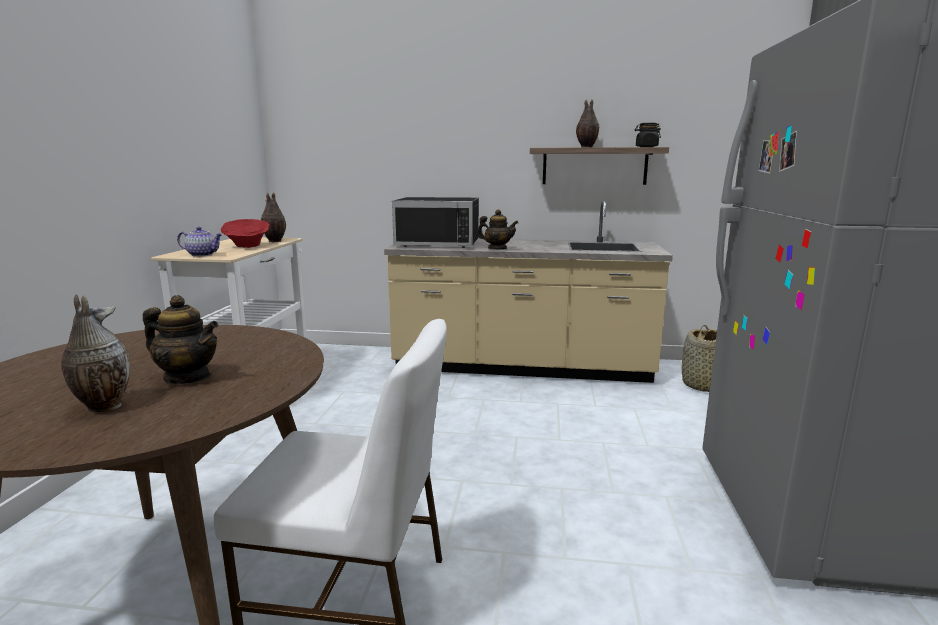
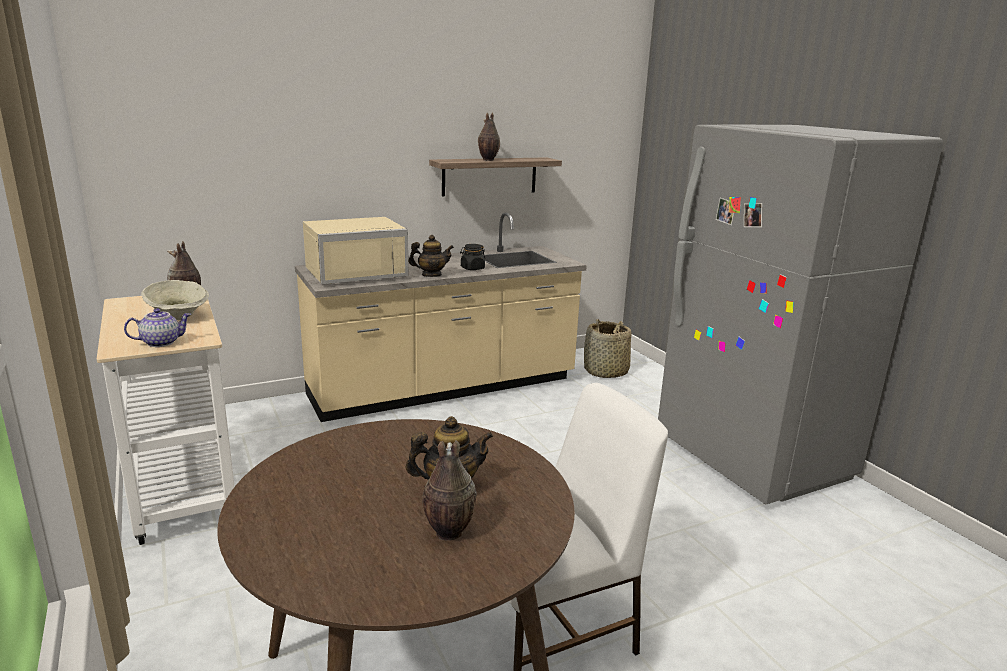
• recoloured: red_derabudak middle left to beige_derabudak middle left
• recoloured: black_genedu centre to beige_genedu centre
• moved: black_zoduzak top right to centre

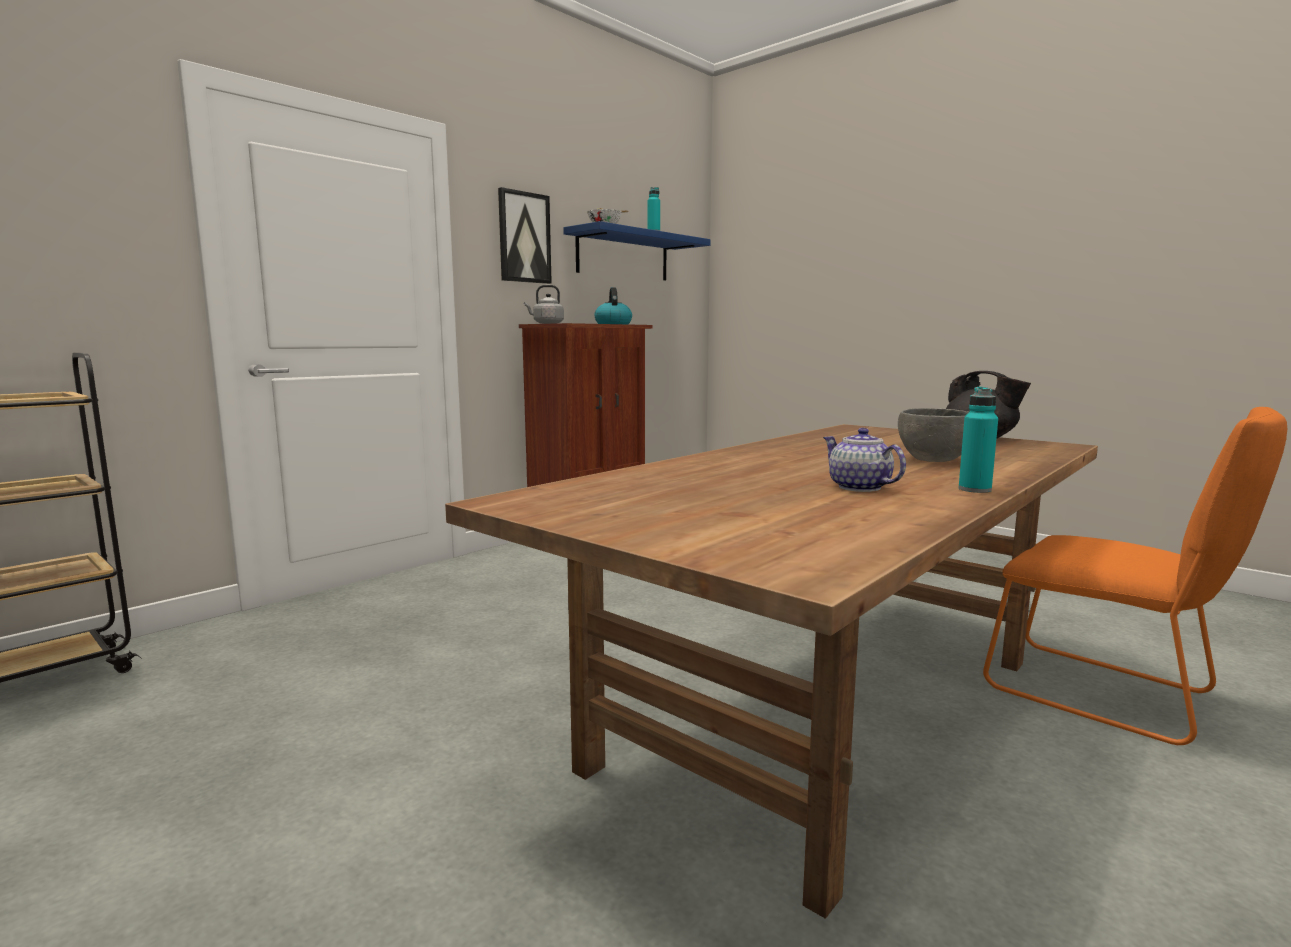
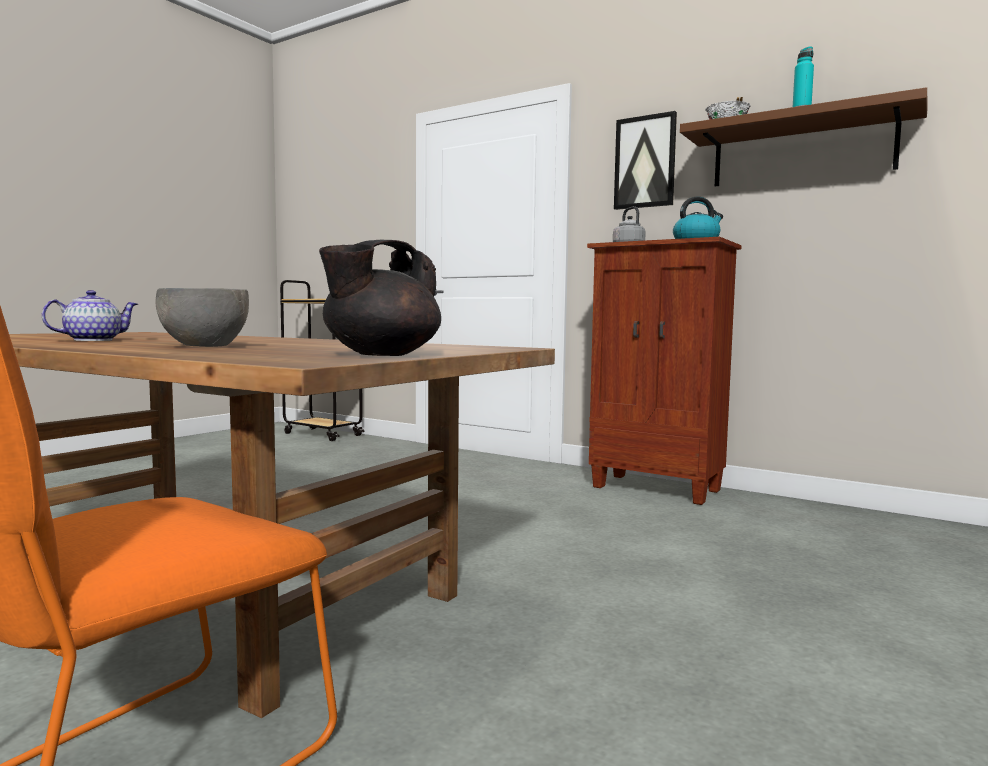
• recoloured: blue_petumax top centre to brown_petumax top right
• removed: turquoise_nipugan (2nd from left) middle right

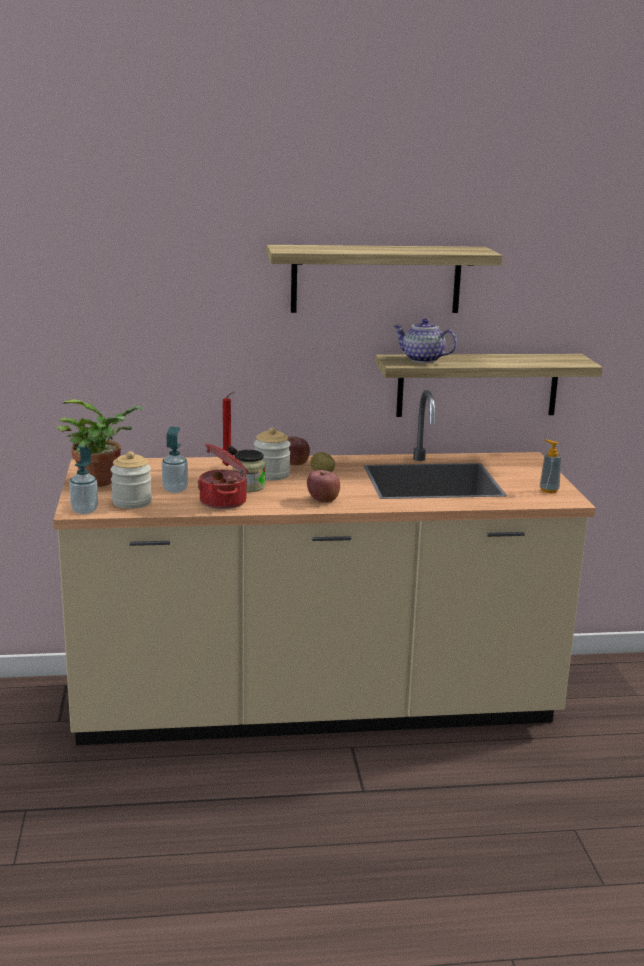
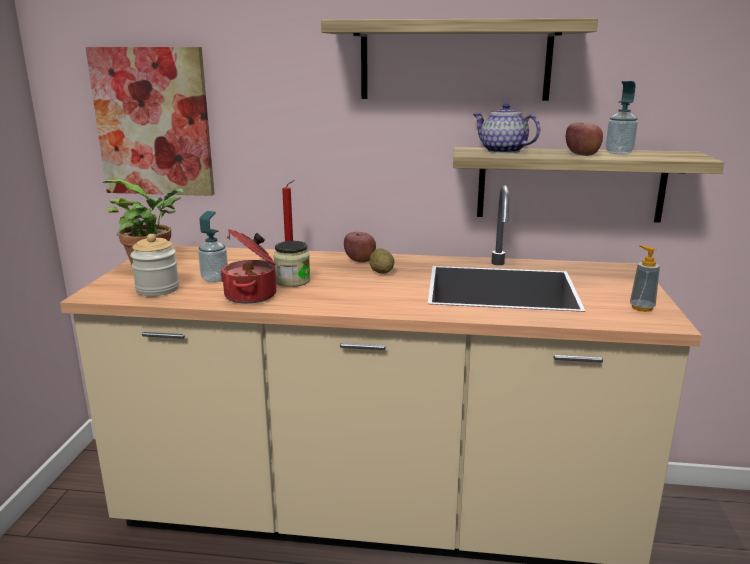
• added: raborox top left
• moved: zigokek (2nd from left) centre to top right
• moved: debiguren (1st from left in the first image) middle left to debiguren (2nd from left) top right
• removed: zoduzak (3rd from left) centre

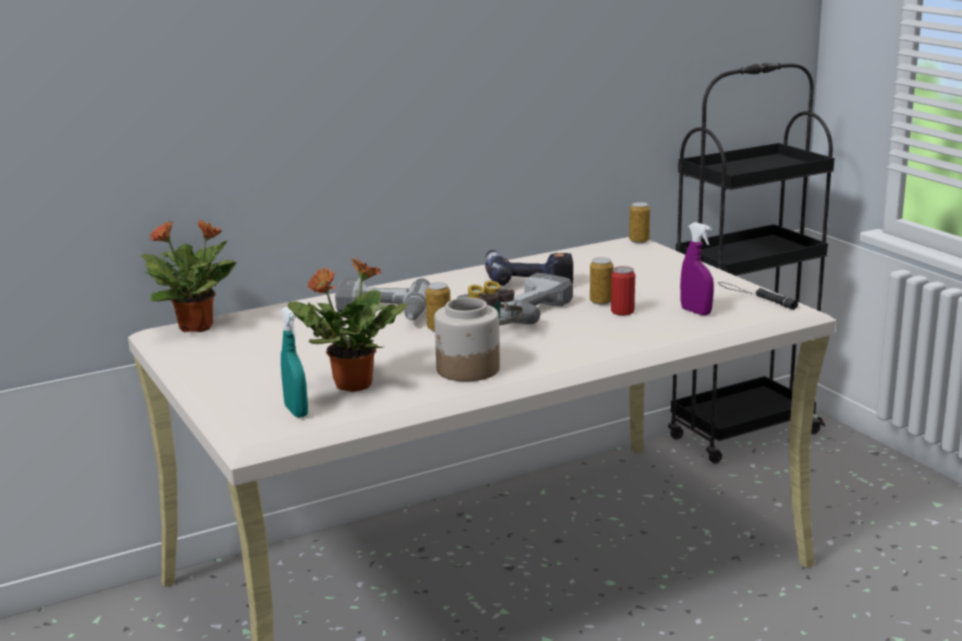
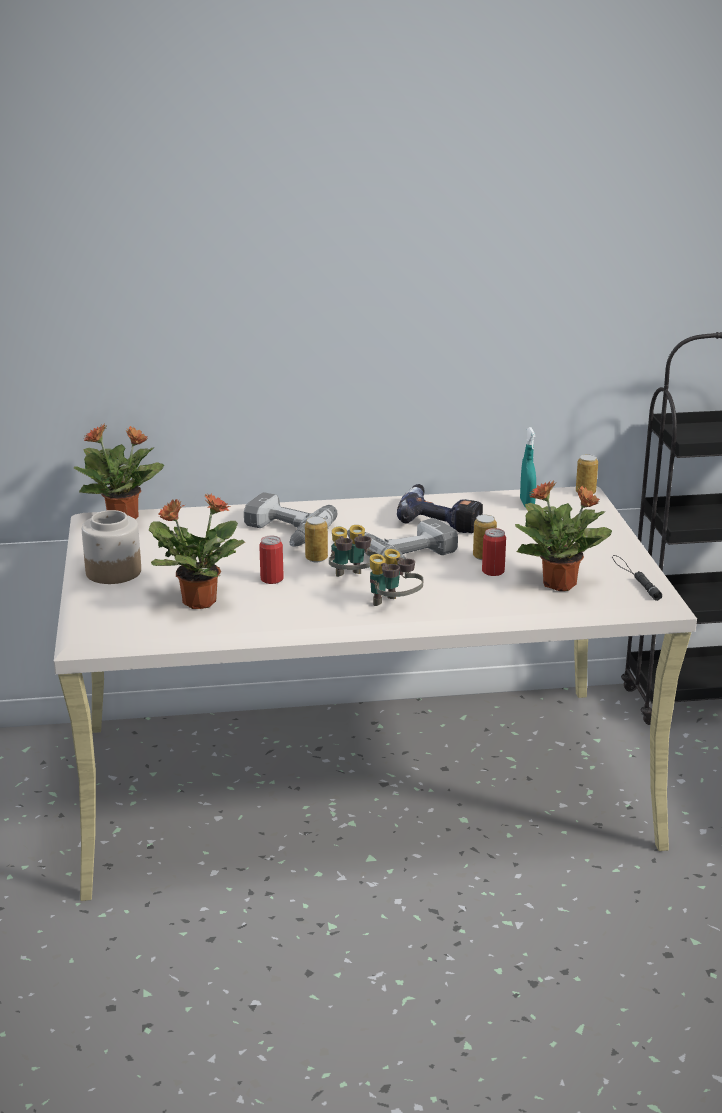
• moved: zoduzak centre to middle left
• added: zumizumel (1st from left) centre
• added: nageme (2nd from left) centre
• replaced: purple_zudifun middle right to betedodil (3rd from left) middle right
• moved: turquoise_zudifun middle left to middle right

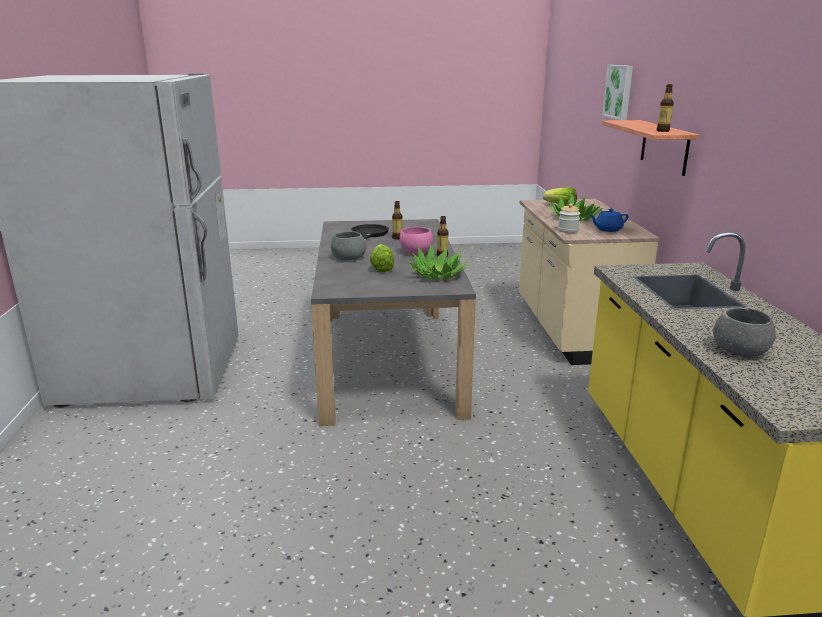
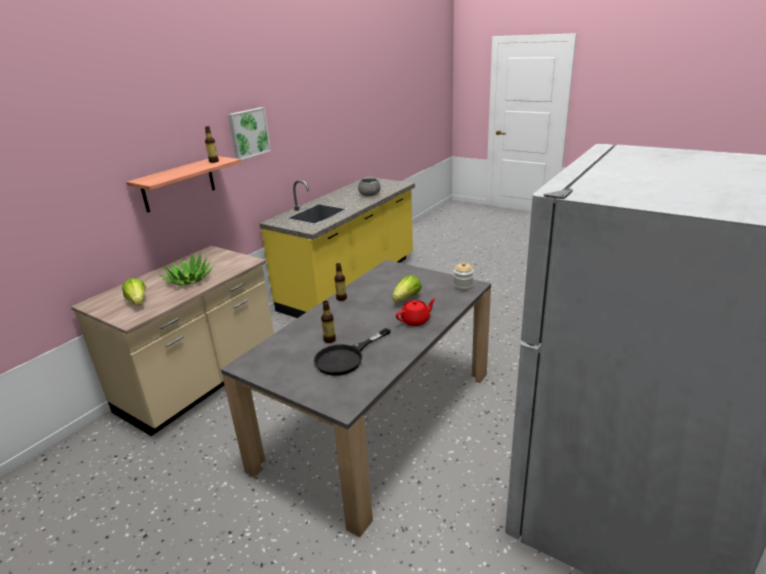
• moved: raborox top right to top left
• replaced: grey_derabudak (1st from left) centre to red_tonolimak centre
• moved: zoduzak middle right to centre
• removed: pink_derabudak centre
• removed: betedodil (1st from left) centre
• removed: blue_tonolimak middle right

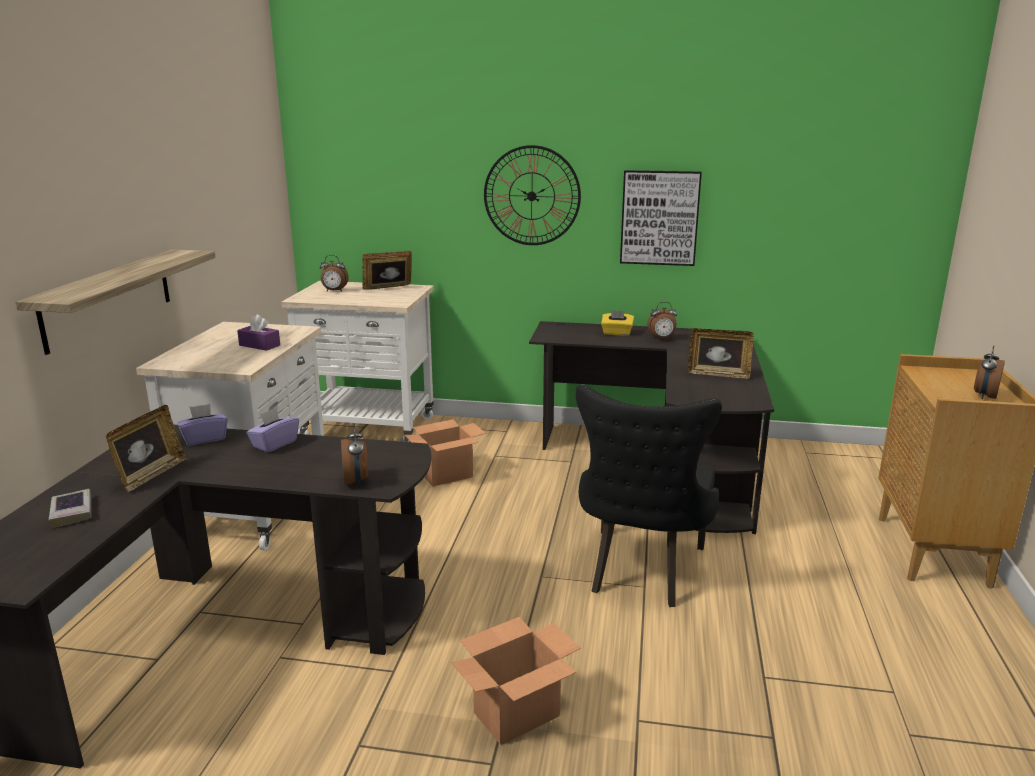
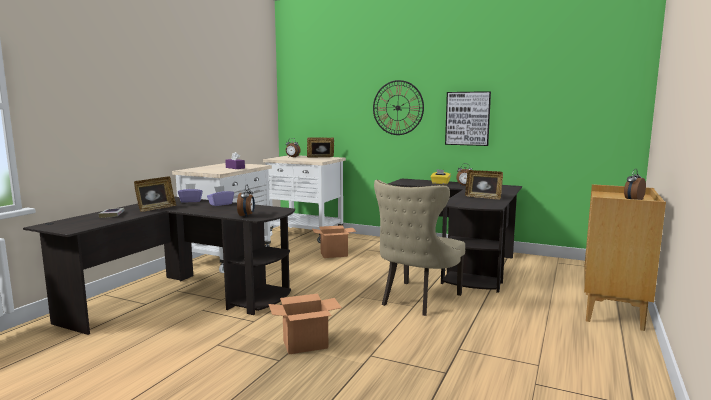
• recoloured: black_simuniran centre to beige_simuniran centre
• removed: petumax middle left

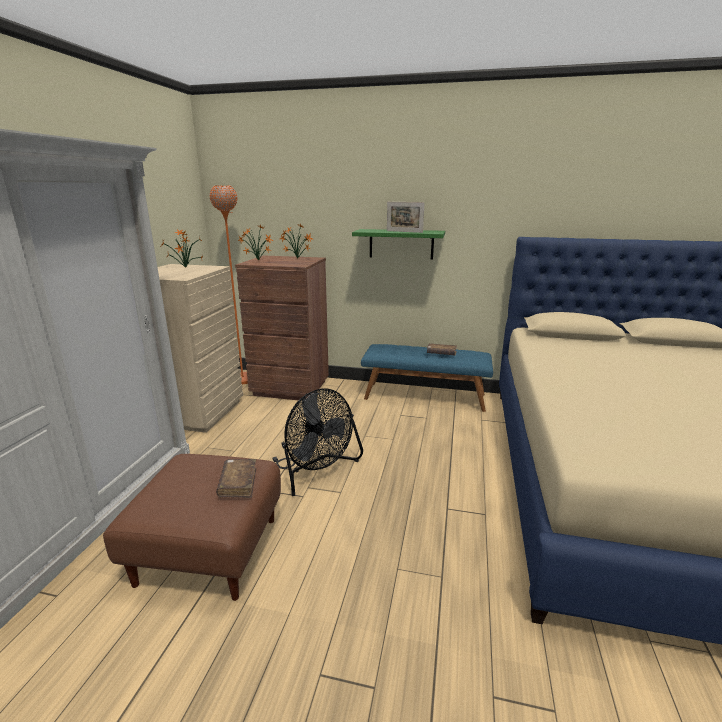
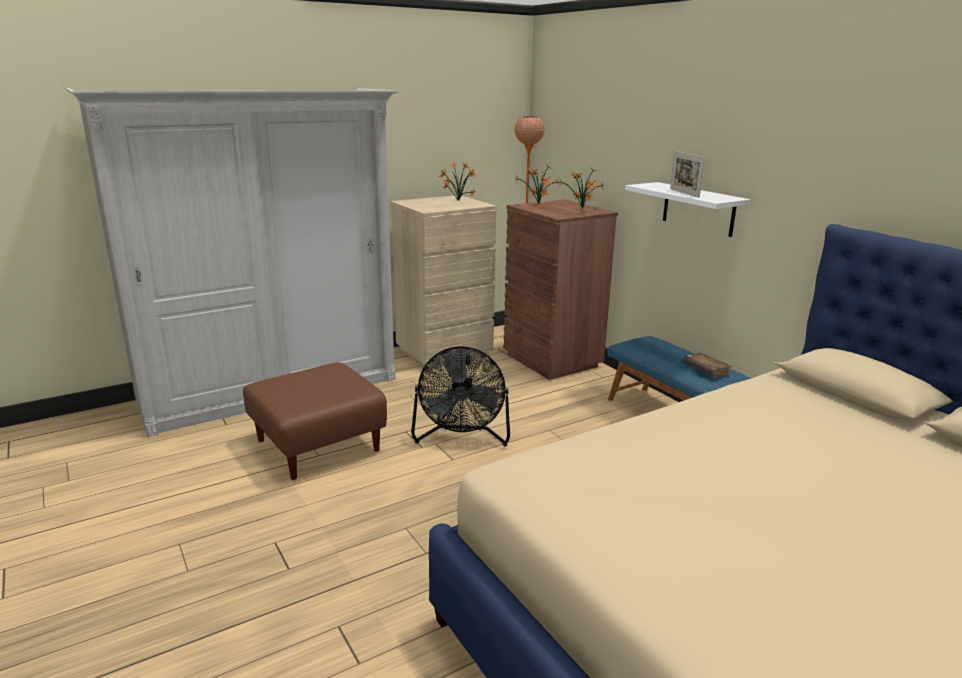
• recoloured: green_petumax centre to white_petumax top right
• removed: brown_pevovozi (1st from left) middle left

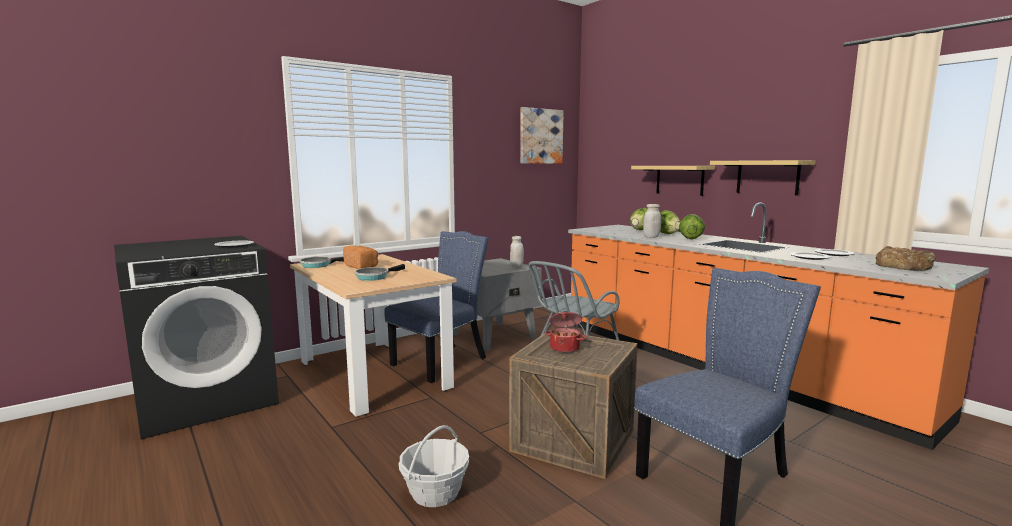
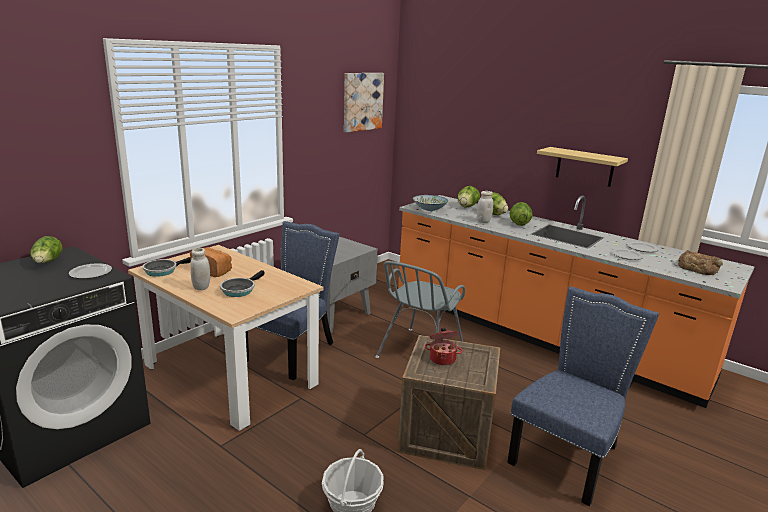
• added: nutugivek (1st from left) middle left
• moved: white_zoduzak (1st from left) centre to middle left
• added: derabudak centre
• removed: petumax (1st from left) centre

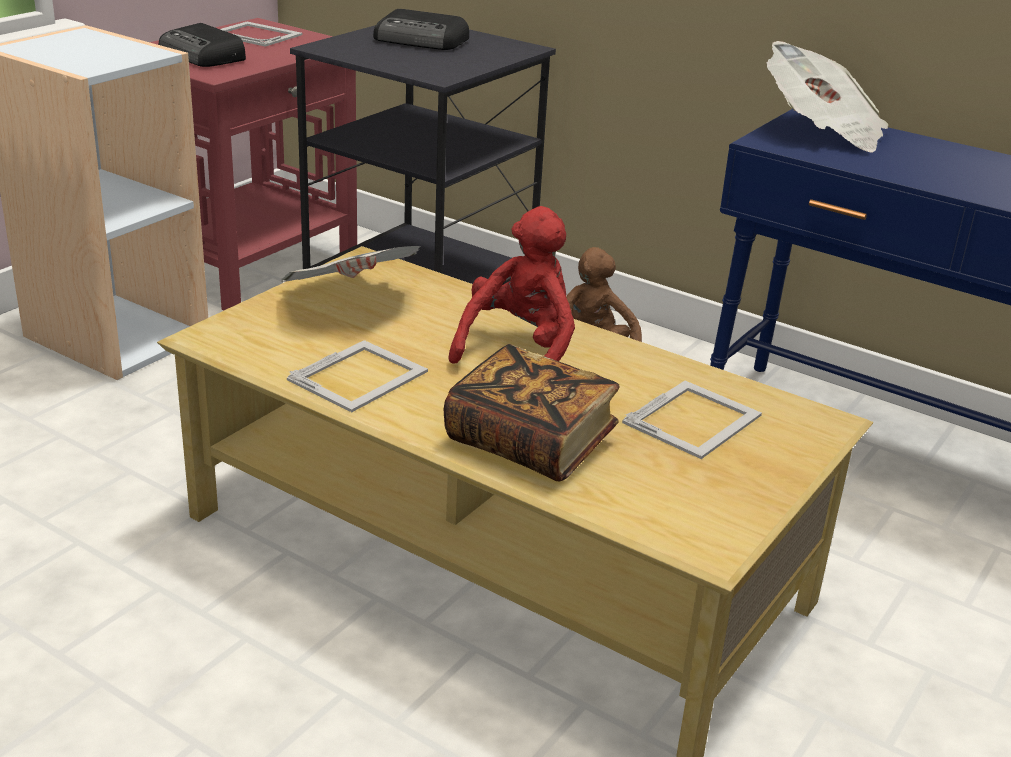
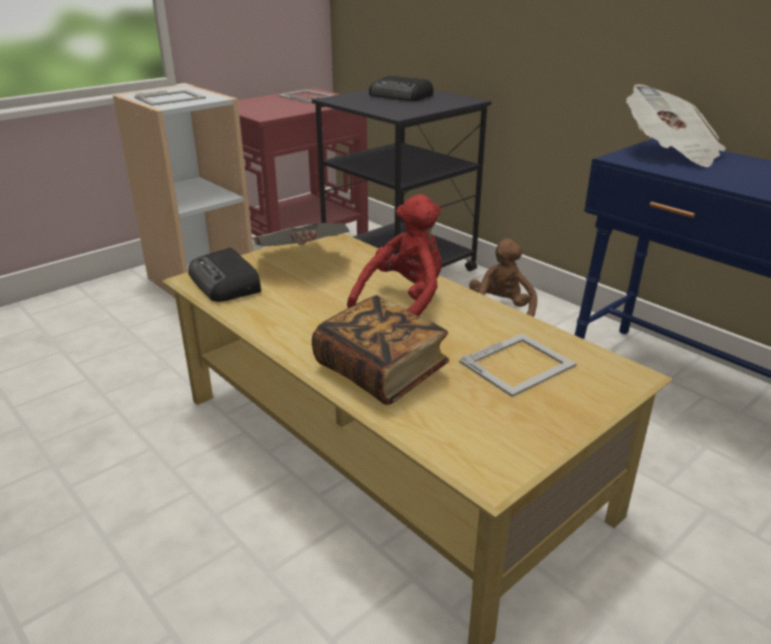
• moved: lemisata (2nd from left in the first image) centre to lemisata (1st from left) top left
• moved: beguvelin (1st from left) top left to middle left

